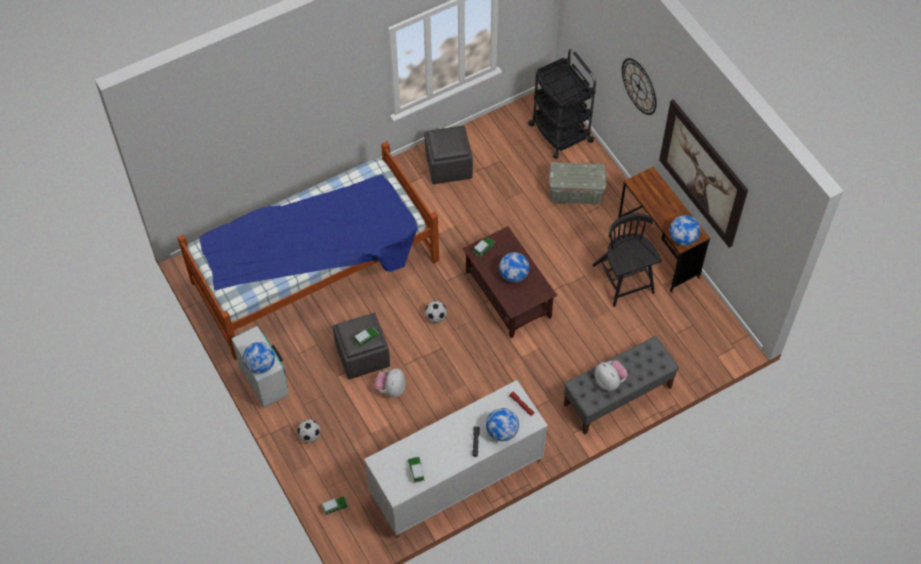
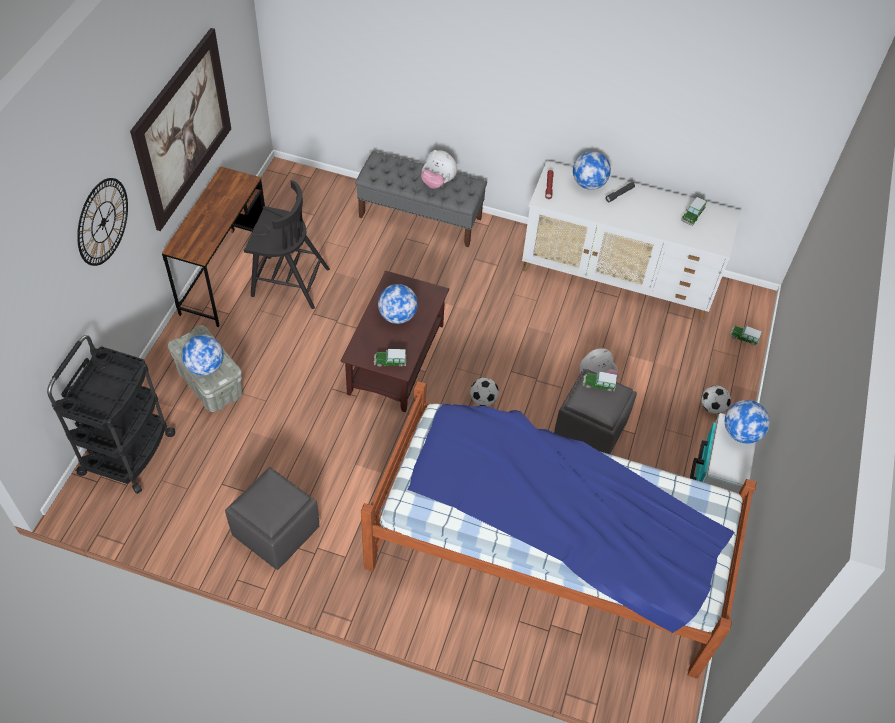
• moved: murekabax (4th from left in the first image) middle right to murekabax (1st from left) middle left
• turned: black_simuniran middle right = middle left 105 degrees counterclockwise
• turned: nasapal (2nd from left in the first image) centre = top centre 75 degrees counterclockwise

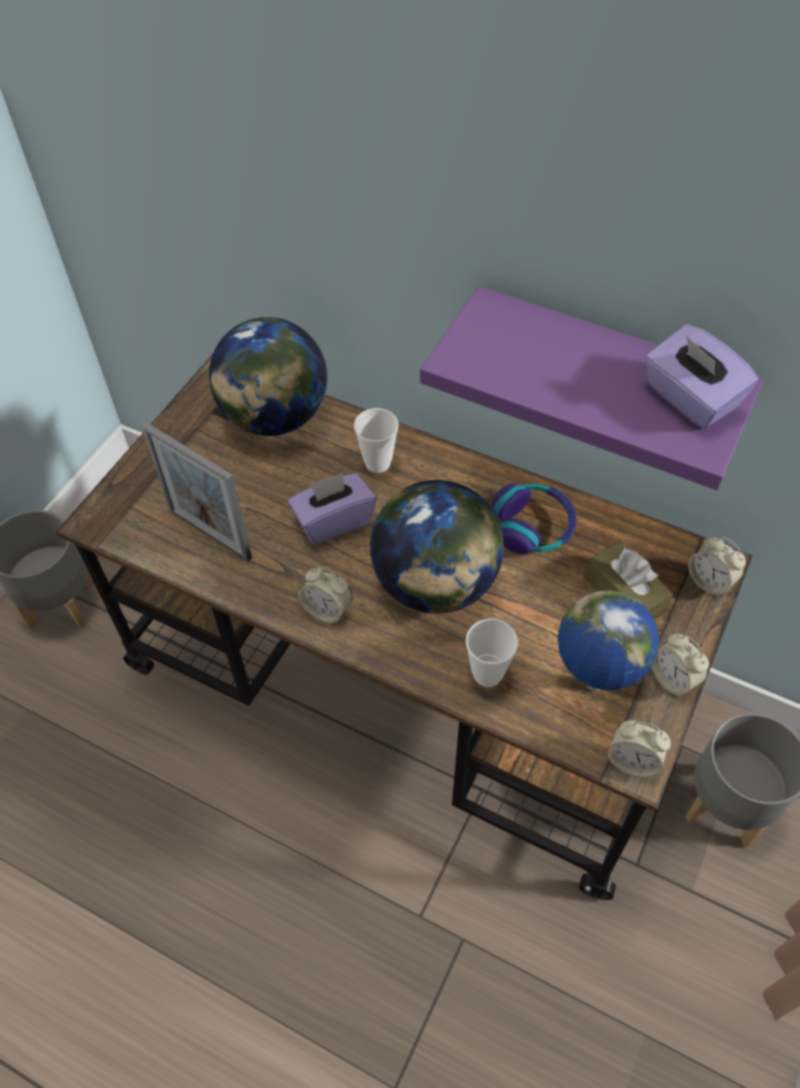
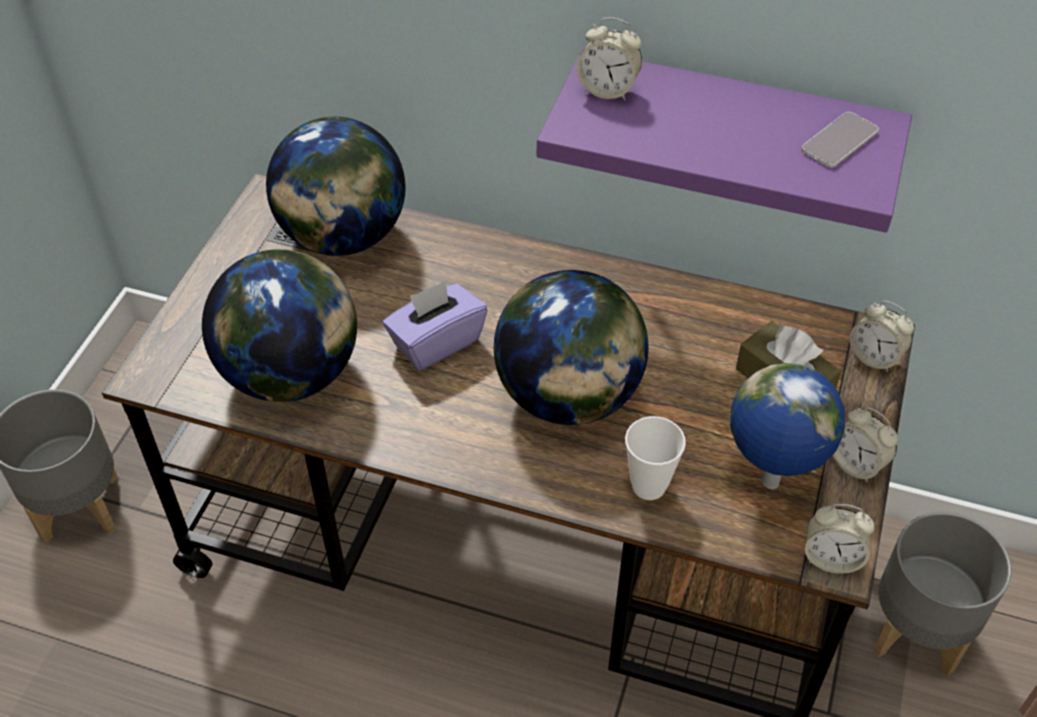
• replaced: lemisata middle left to murekabax (1st from left) middle left
• moved: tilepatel (1st from left) centre to top centre
• replaced: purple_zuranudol (2nd from left) middle right to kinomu top right
• removed: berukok (1st from left) centre
• removed: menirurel middle right

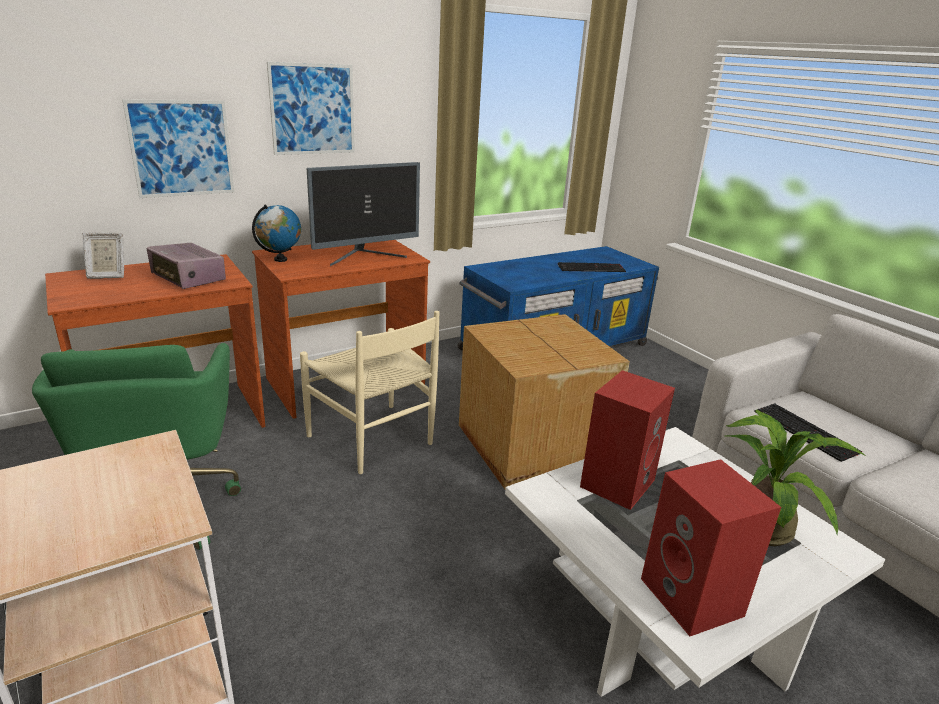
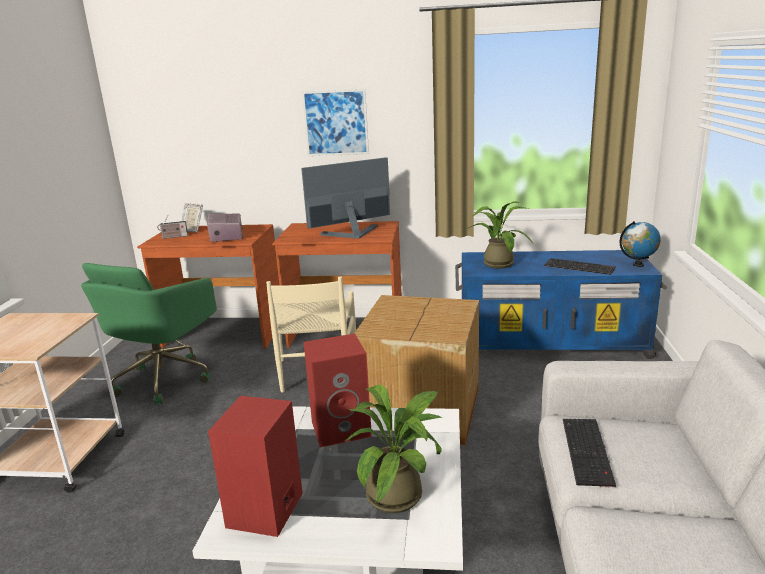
• added: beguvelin (1st from left) middle left
• turned: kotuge top centre = centre 150 degrees clockwise
• added: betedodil (2nd from left) centre
• moved: murekabax top left to middle right
• removed: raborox (1st from left) top left

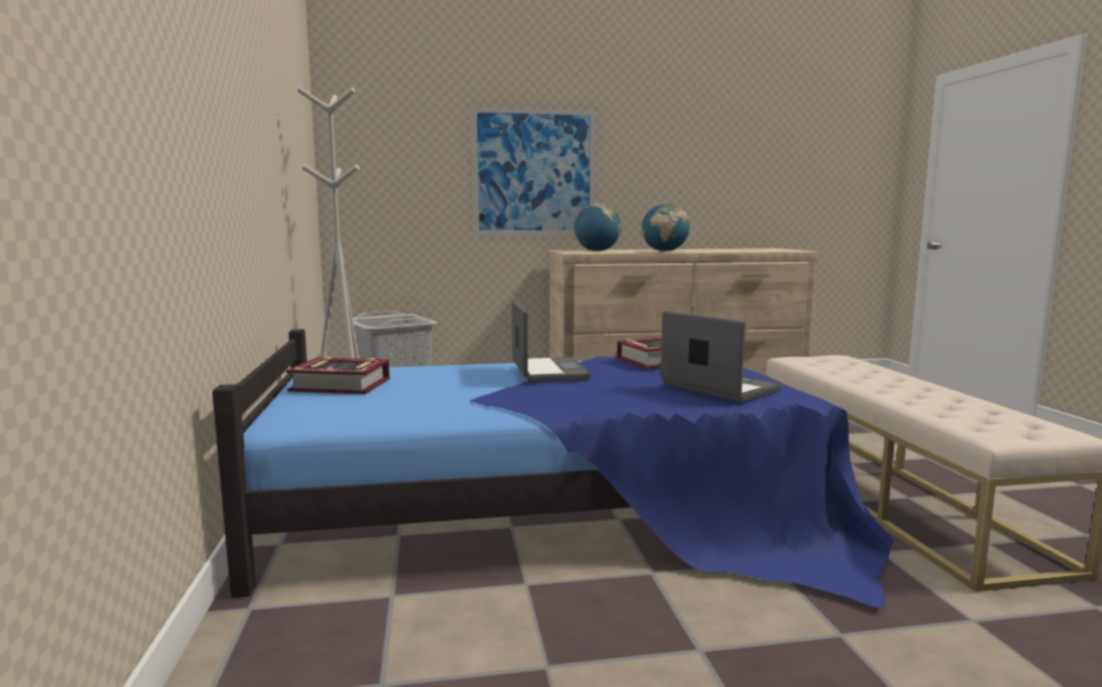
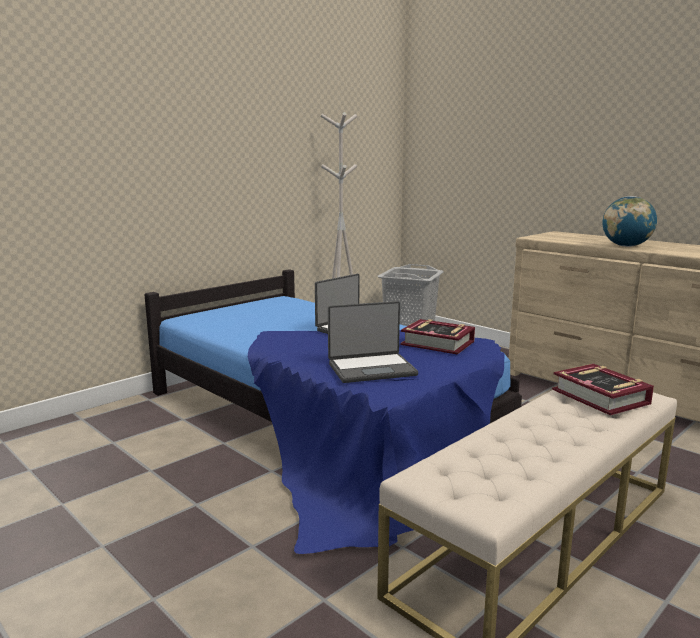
• turned: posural (2nd from left) centre = centre 60 degrees clockwise
• moved: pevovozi (1st from left in the first image) middle left to pevovozi (2nd from left) middle right
• removed: raborox top centre
• removed: murekabax (1st from left) top centre

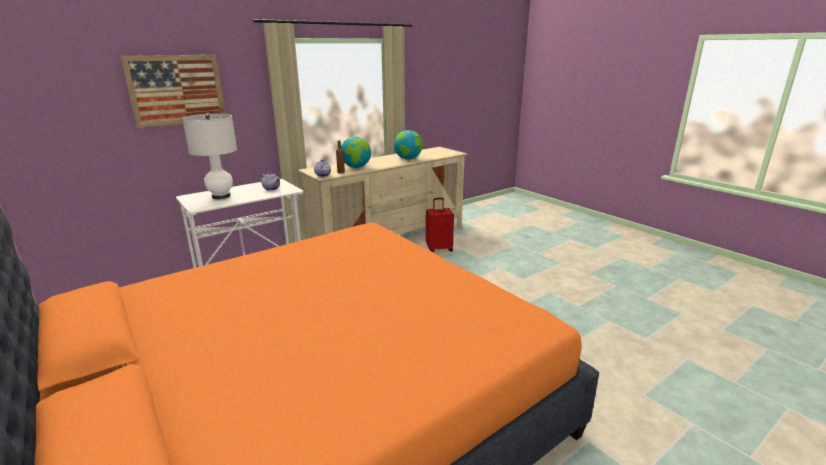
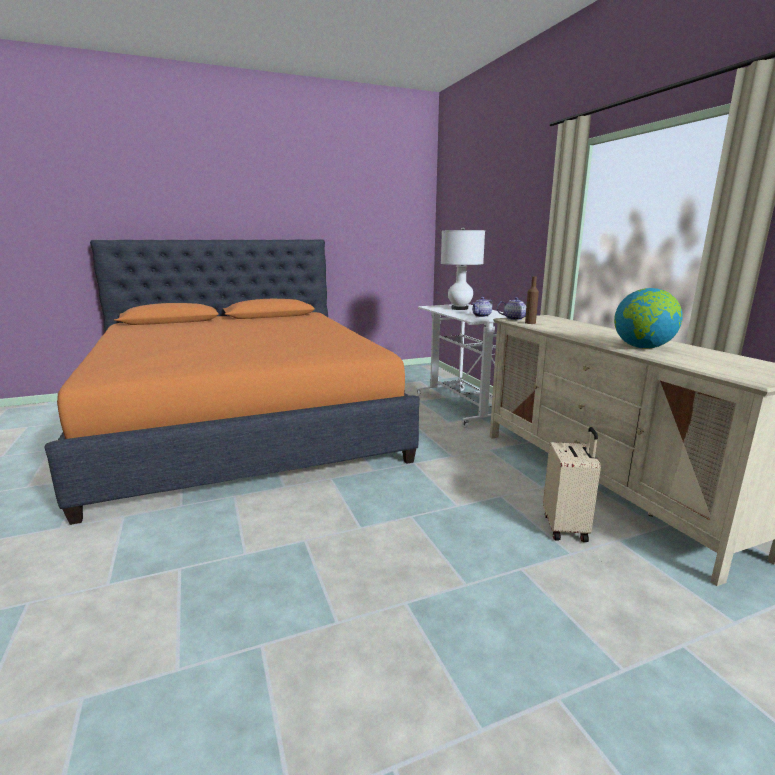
• recoloured: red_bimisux centre to beige_bimisux middle right
• removed: raborox top left
• removed: murekabax (1st from left) top centre

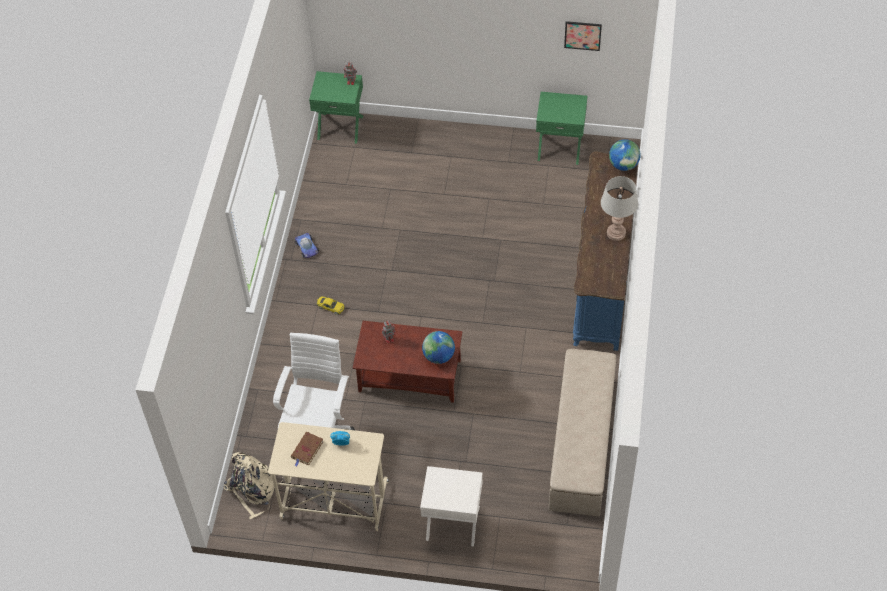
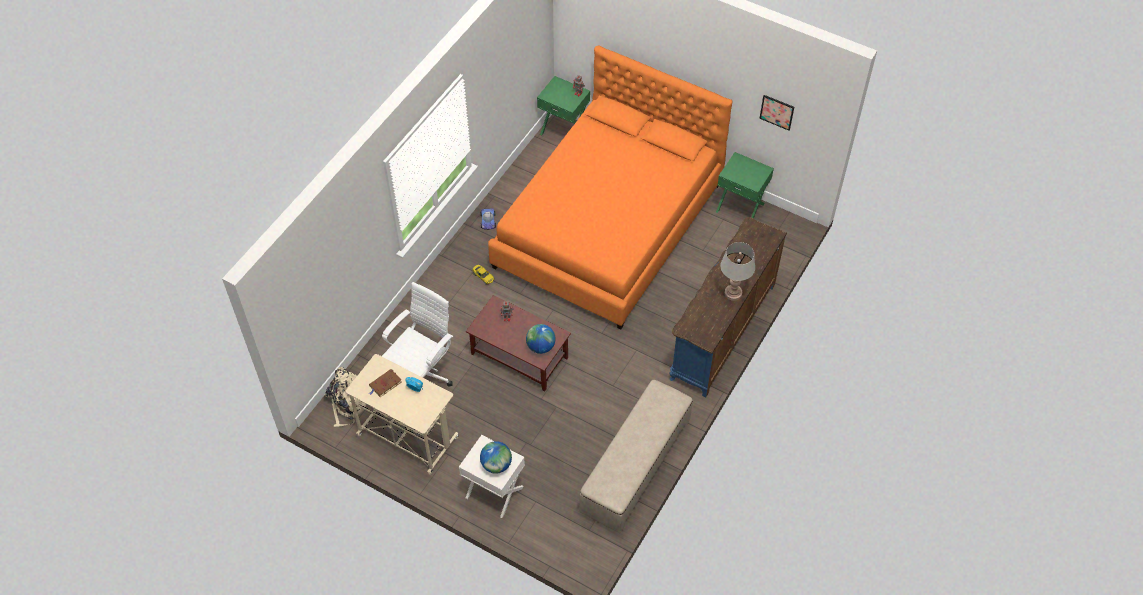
• moved: murekabax (2nd from left in the first image) top right to murekabax (1st from left) bottom centre
• added: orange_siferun top centre

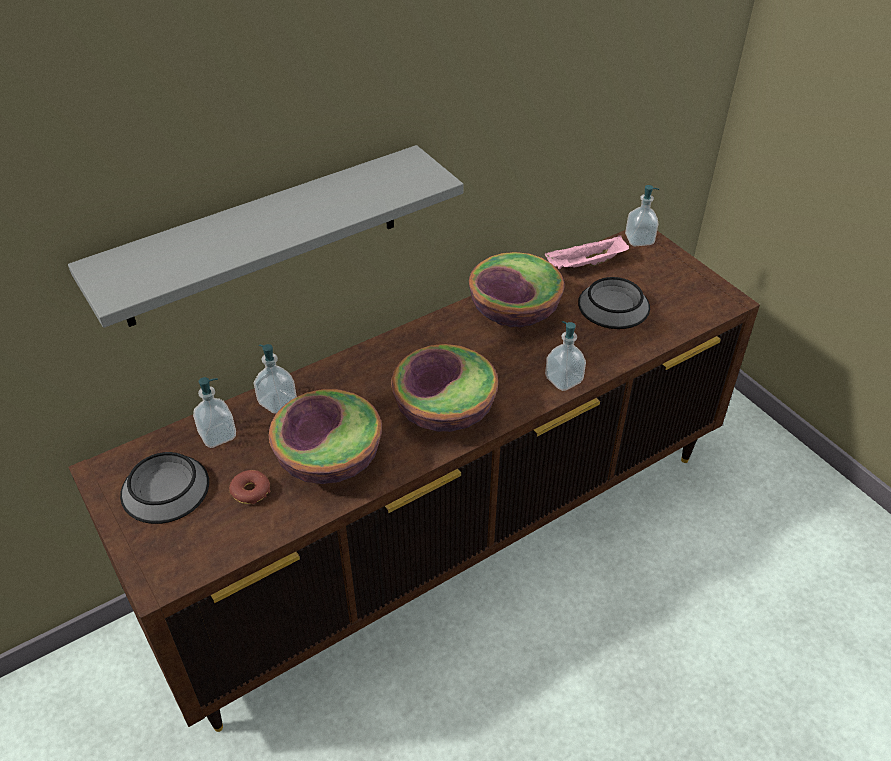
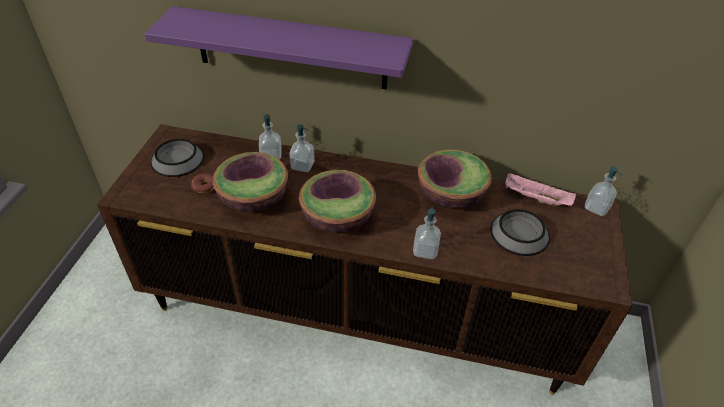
• recoloured: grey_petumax top left to purple_petumax top centre
• moved: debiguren (1st from left in the first image) middle left to debiguren (2nd from left) centre

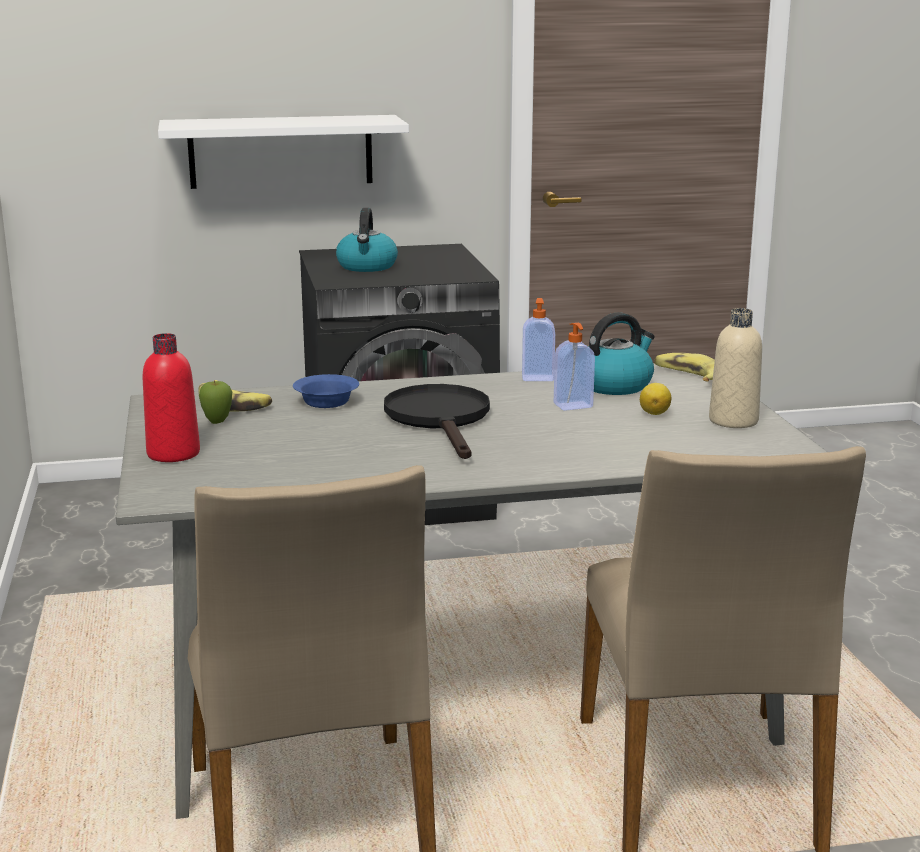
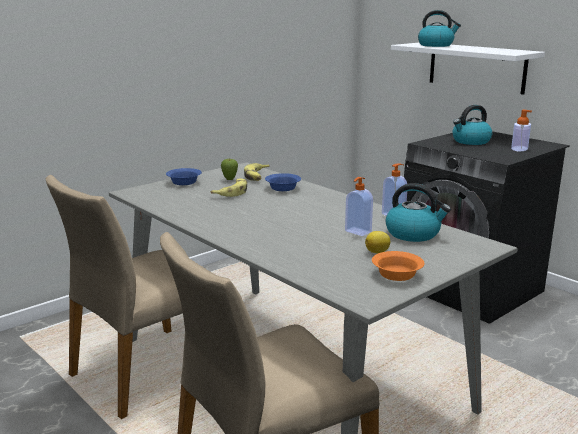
• replaced: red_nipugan middle left to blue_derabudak (1st from left) middle left
• moved: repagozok (2nd from left in the first image) middle right to repagozok (1st from left) centre
• replaced: beige_nipugan middle right to orange_derabudak middle right
• added: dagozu (2nd from left) top right
• added: debiguren (3rd from left) top right
• removed: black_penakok centre

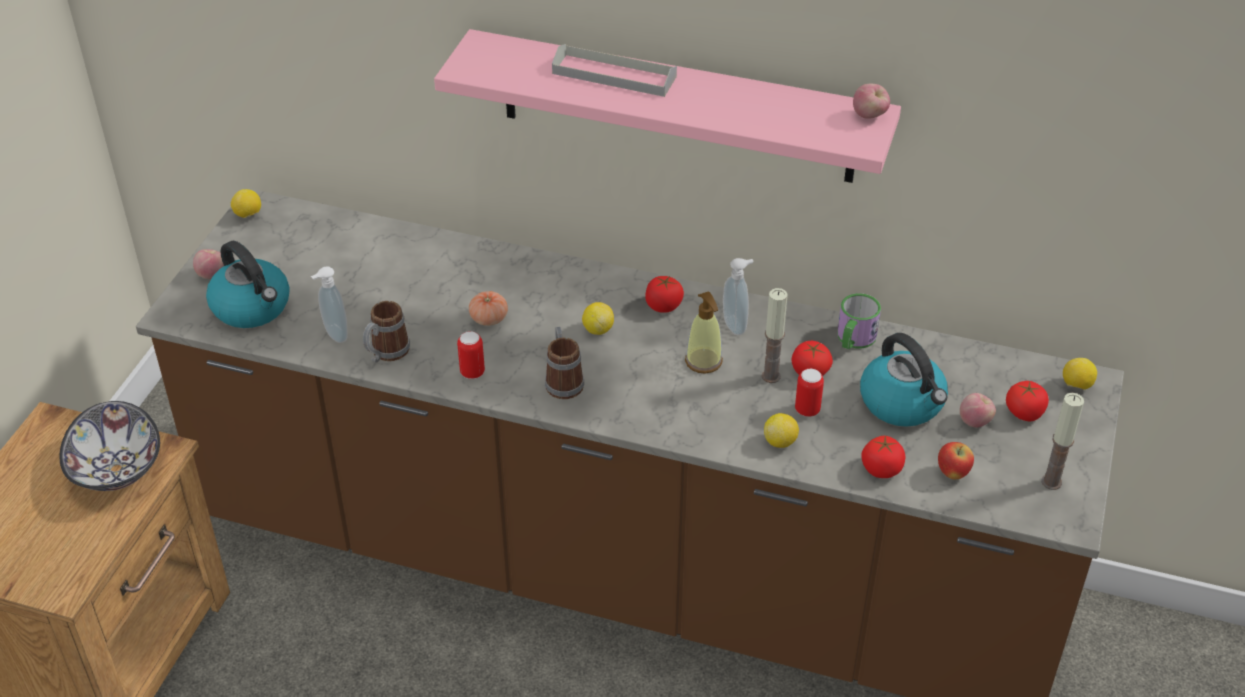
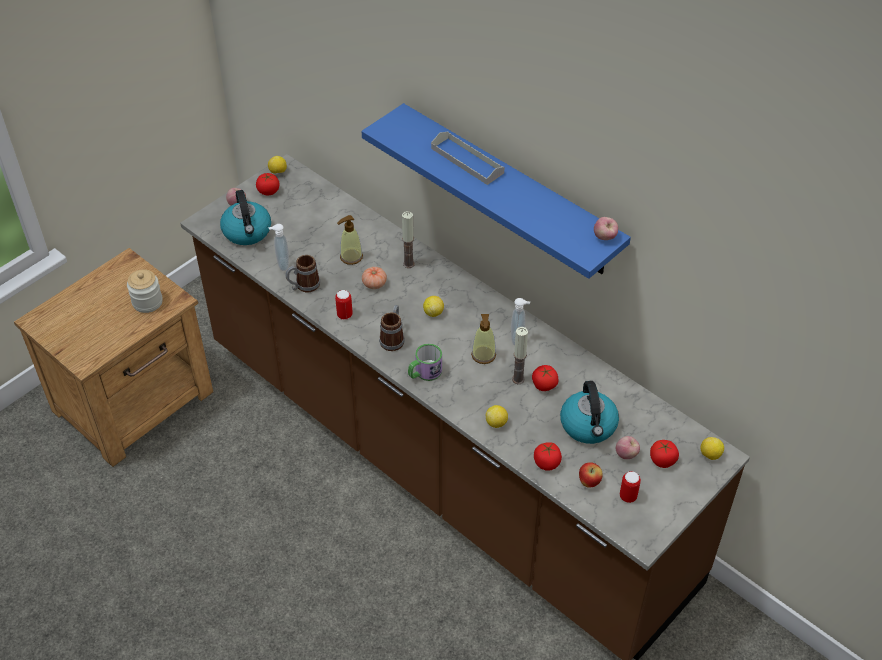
• replaced: derabudak middle left to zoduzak middle left
• moved: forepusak (2nd from left in the first image) centre to forepusak (1st from left) top left
• added: debiguren (2nd from left) centre
• recoloured: pink_petumax top centre to blue_petumax top centre
• moved: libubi (2nd from left in the first image) middle right to libubi (1st from left) centre
• moved: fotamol (3rd from left) middle right to centre
• moved: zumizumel (2nd from left) centre to bottom right

